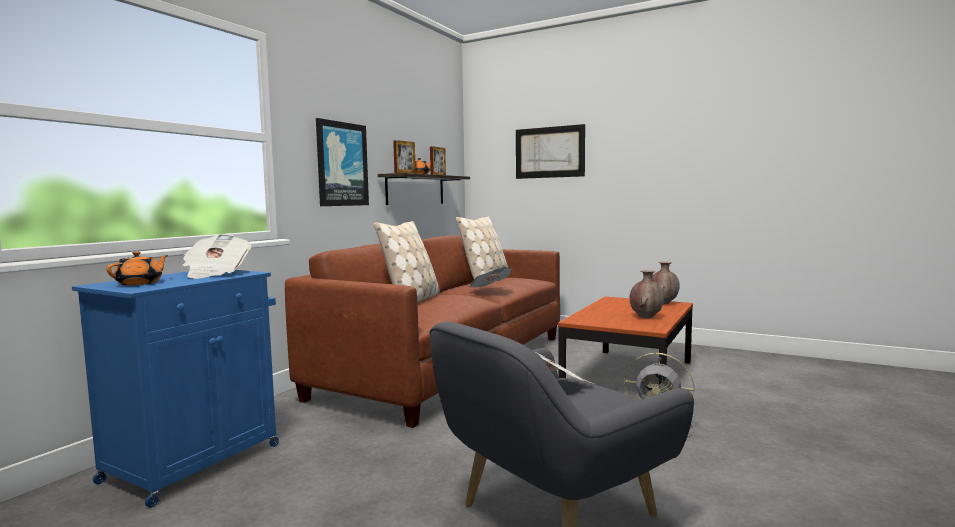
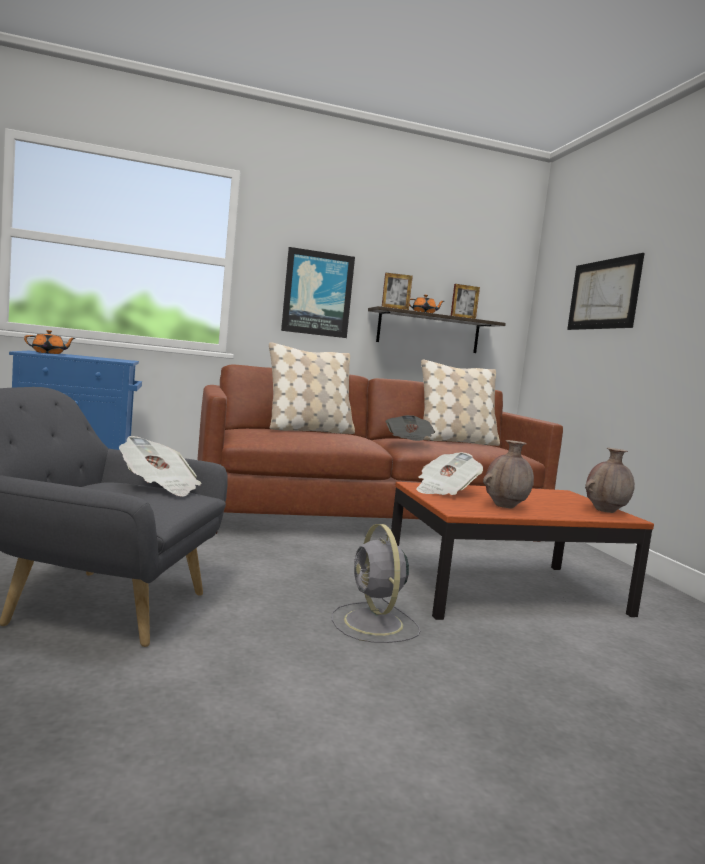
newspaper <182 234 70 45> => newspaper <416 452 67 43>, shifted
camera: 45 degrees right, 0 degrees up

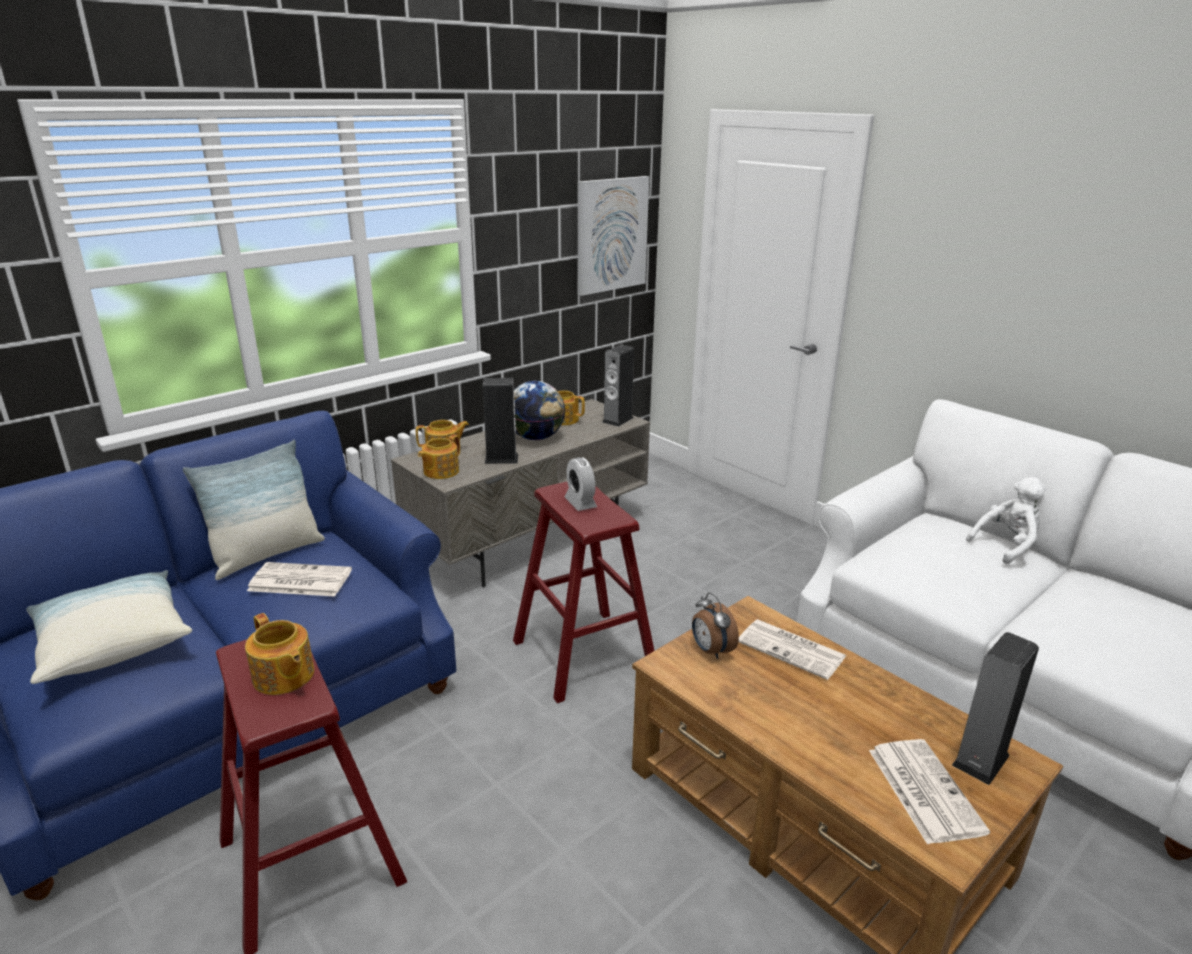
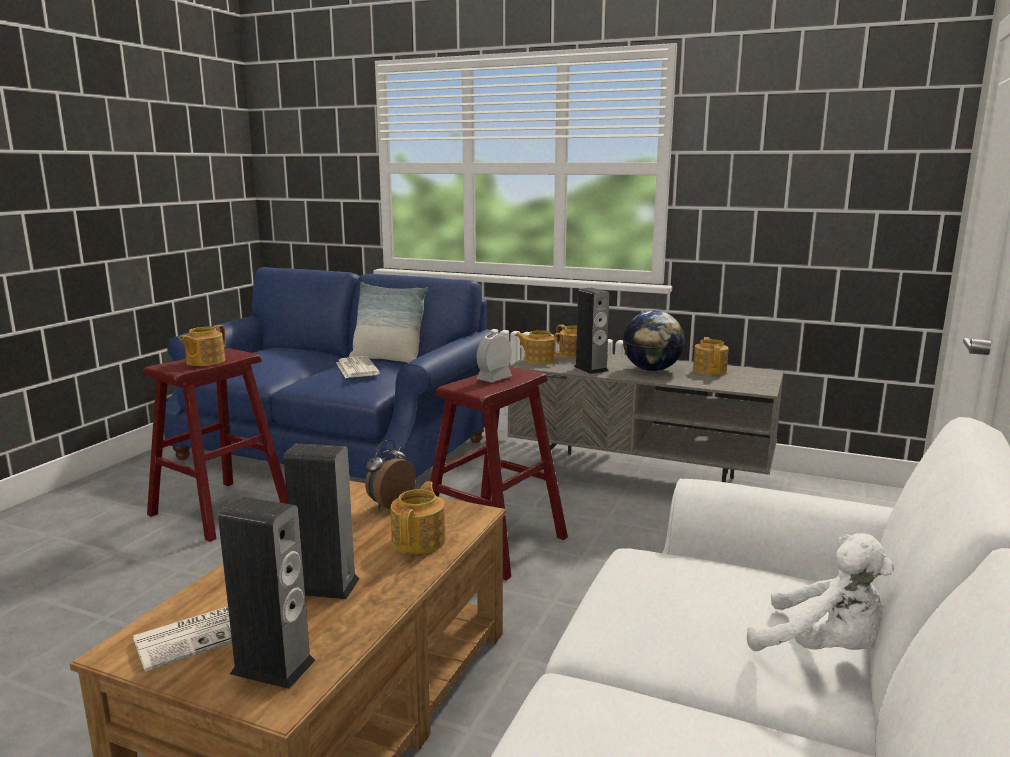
picture <578 176 71 120> => nothing
speaker <602 345 32 82> => speaker <284 443 76 156>, shifted
pillow <26 570 166 114> => nothing
newspaper <738 619 108 61> => teapot <391 482 54 72>
camera: 65 degrees right, 10 degrees down

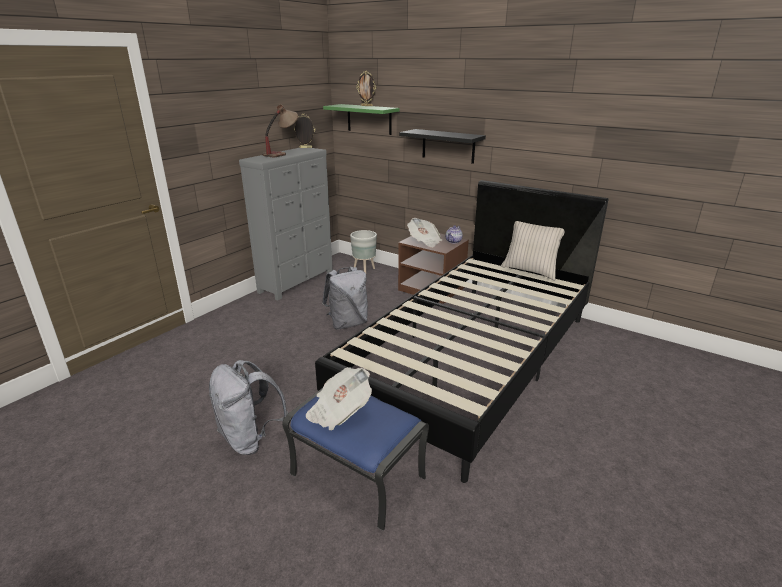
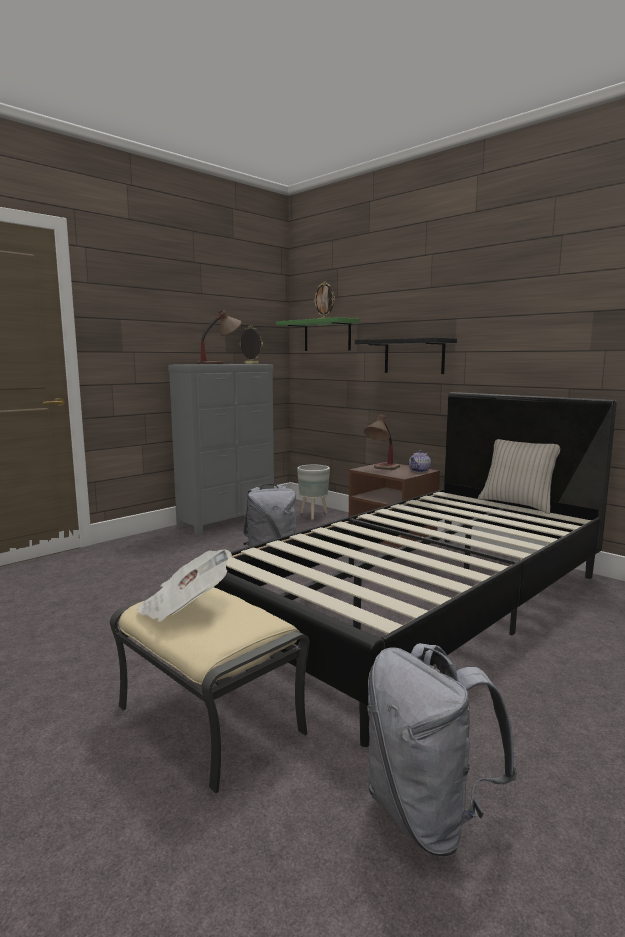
newspaper <407 218 35 30> => table lamp <364 414 36 56>
grey backpack <209 360 79 95> => grey backpack <367 643 150 213>, shifted
blue ottoman <282 388 147 143> => beige ottoman <110 587 200 207>
camera: 10 degrees right, 15 degrees down

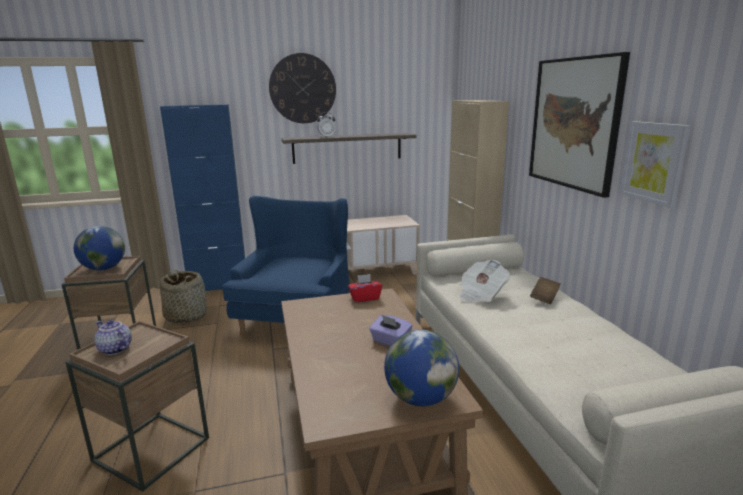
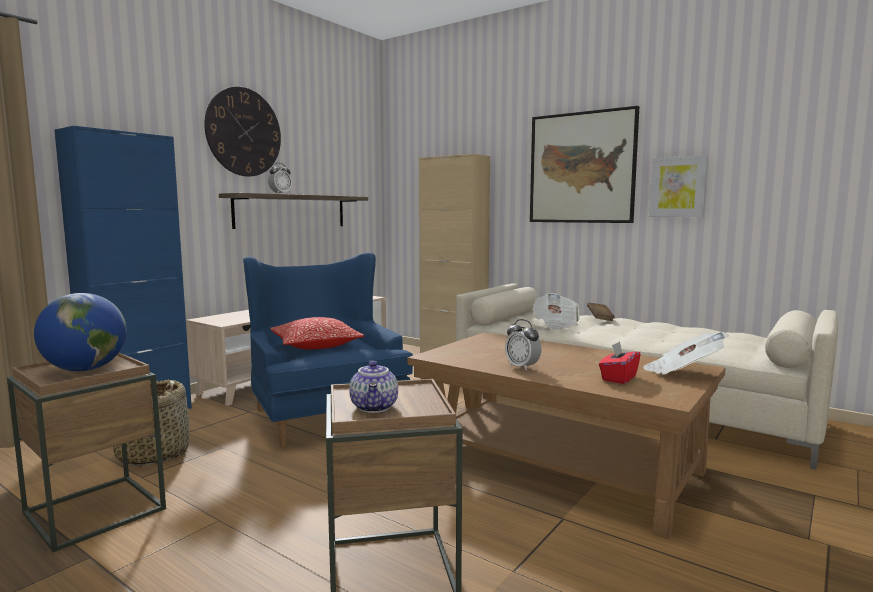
red tissue box <348 274 34 28> => red tissue box <599 341 42 43>, shifted
purple tissue box <369 315 43 31> => nothing
teapot <94 320 38 35> => teapot <349 361 49 52>, 90 degrees counterclockwise
globe <384 330 75 76> => newspaper <643 332 86 43>
nothing => pillow <270 317 94 32>
nothing => alarm clock <505 319 36 52>
camera: 40 degrees left, 10 degrees down

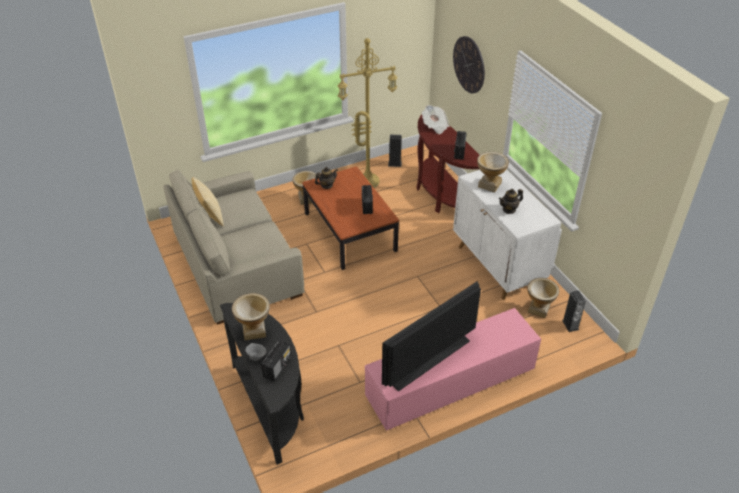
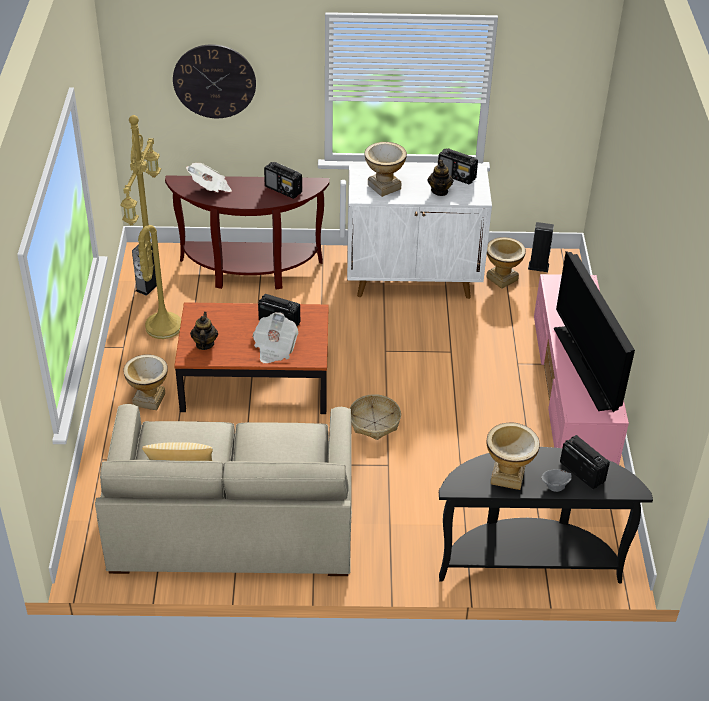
nothing => radio <438 148 40 37>
nothing => newspaper <253 312 45 51>
nothing => basket <350 394 51 46>
camera: 65 degrees left, 0 degrees up

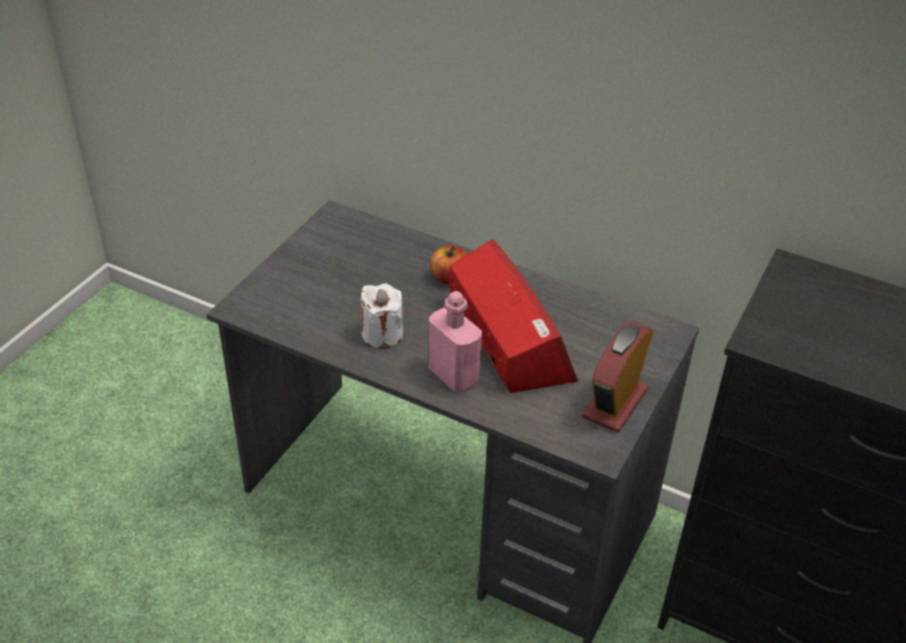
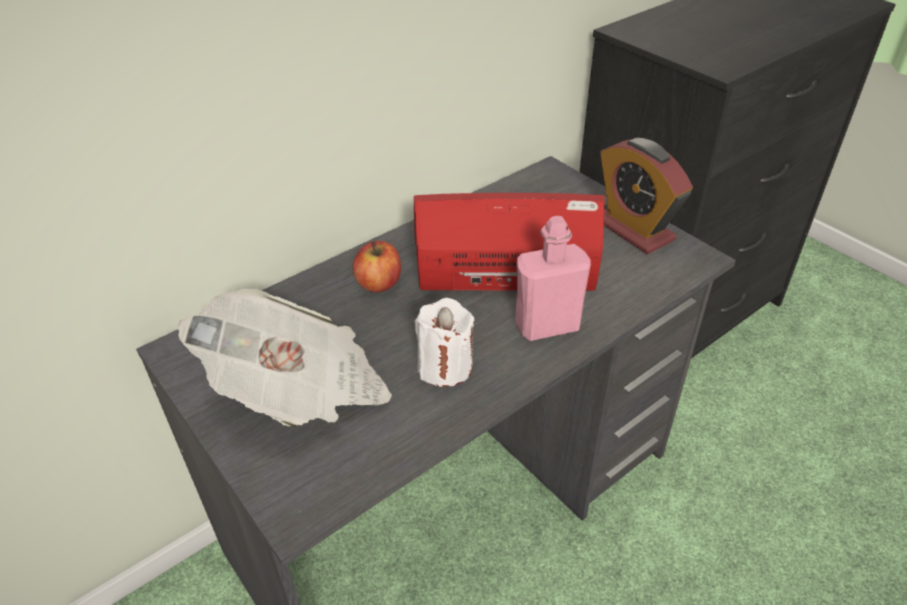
nothing => newspaper <178 289 214 138>
camera: 65 degrees left, 0 degrees up

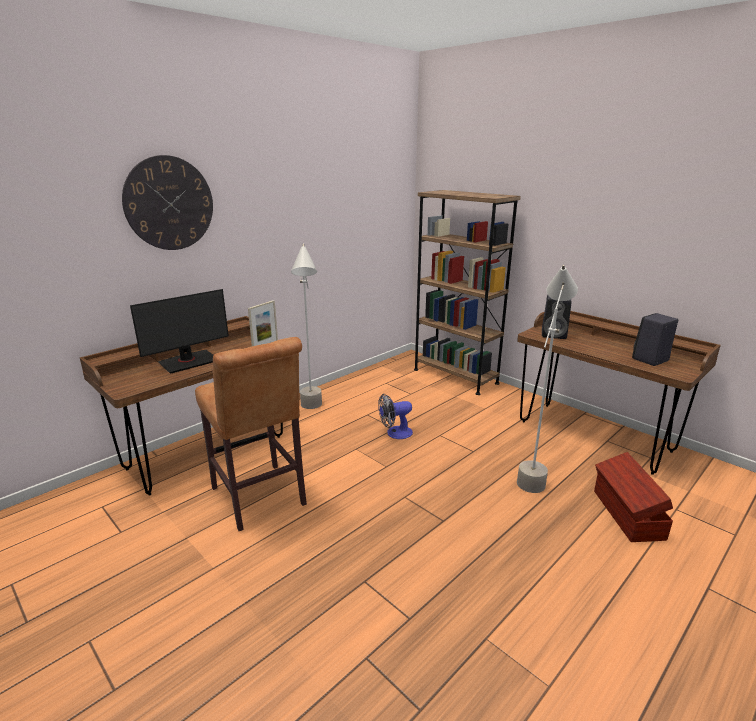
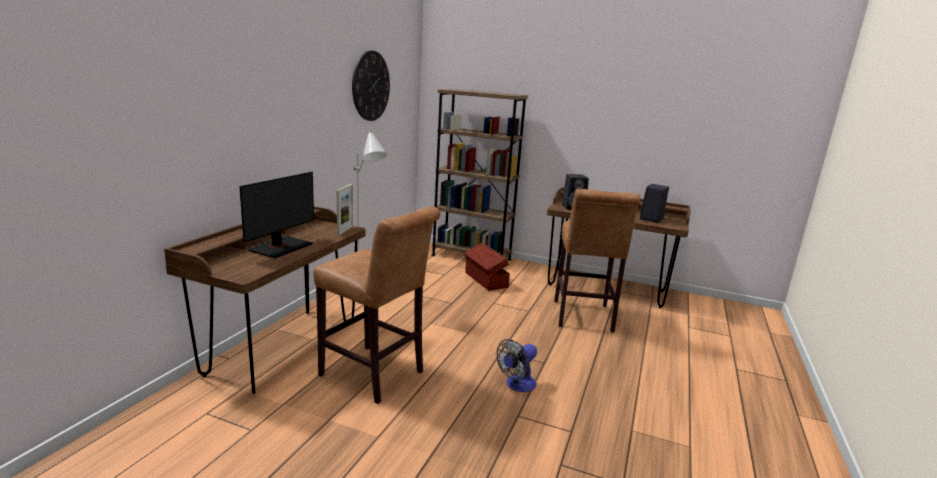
wall clock <122 155 91 95> => wall clock <352 50 38 71>, shifted
grey floor lamp <517 265 61 228> => brown stool <554 189 87 143>
fan <378 394 35 45> => fan <497 339 40 53>, shifted
brown storage box <594 452 79 90> => brown storage box <464 243 46 48>, shifted
camera: 25 degrees left, 5 degrees down

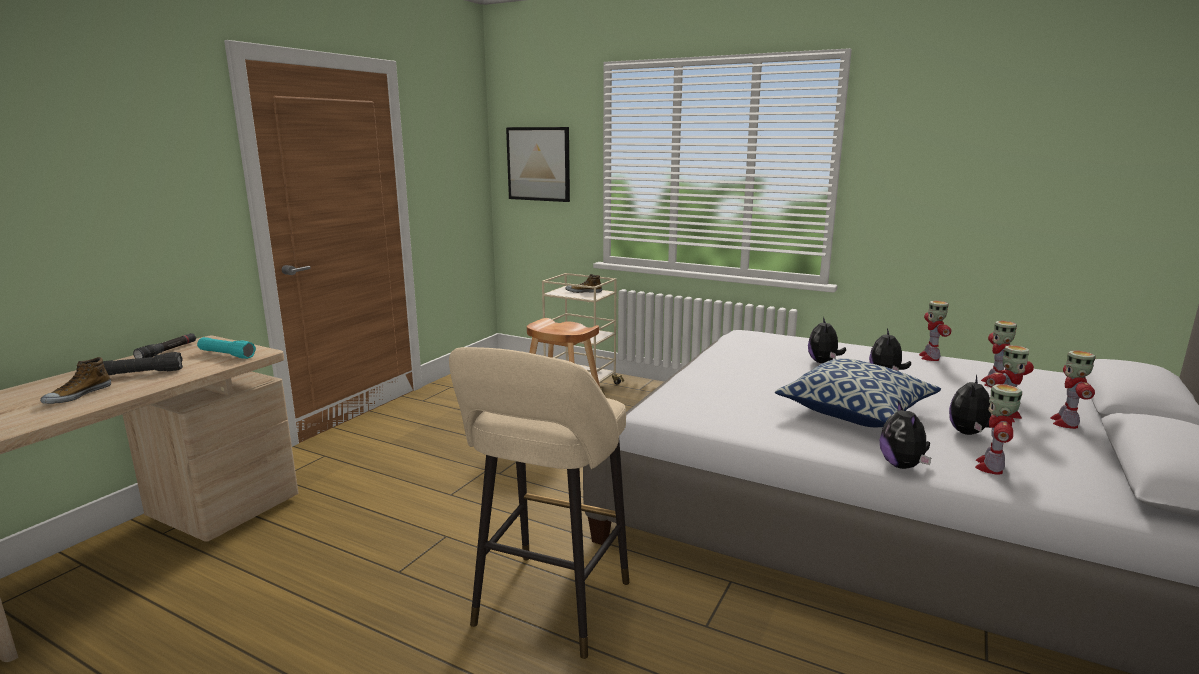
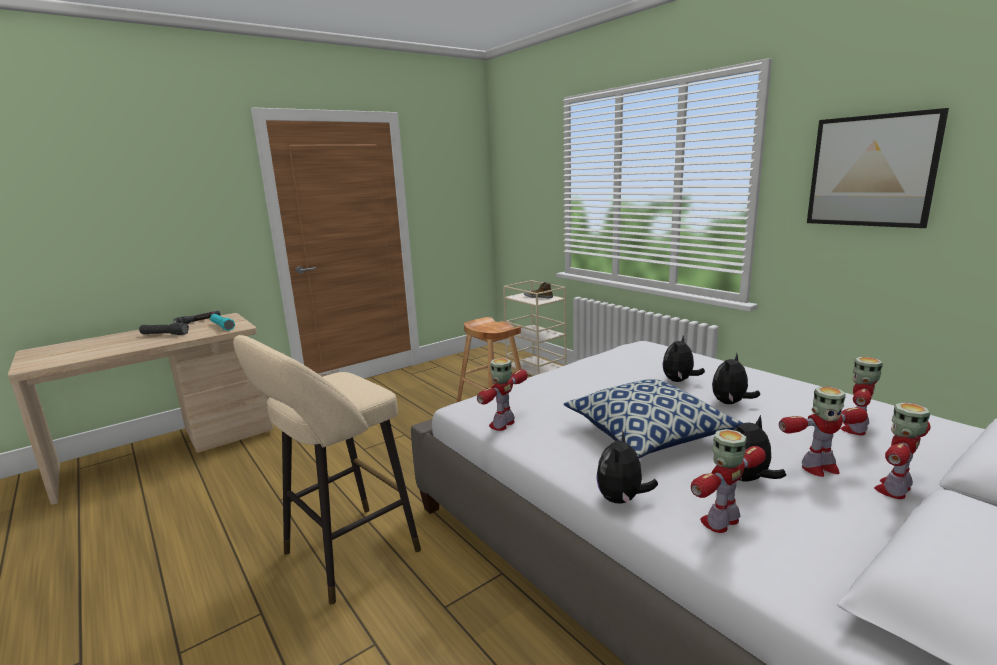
picture <506 127 64 75> => picture <807 108 142 120>, shifted
toy robot <919 301 32 60> => toy robot <477 358 51 73>, shifted
shoe <40 357 71 47> => nothing
camera: 25 degrees right, 0 degrees up

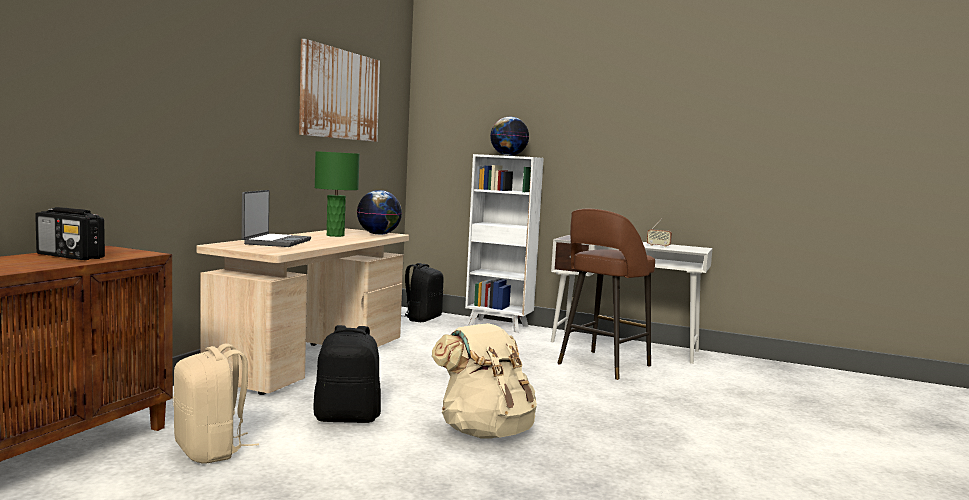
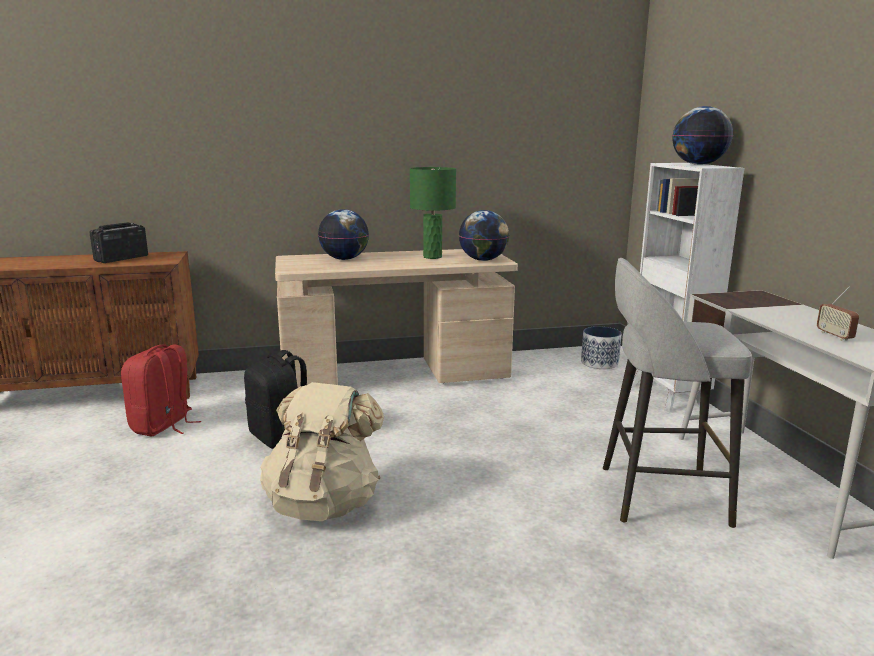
picture <299 39 81 103> => nothing
laptop <242 190 69 57> => globe <318 209 51 51>
radio <35 207 70 53> => radio <89 222 59 41>, 45 degrees clockwise
brown stool <558 208 97 172> => grey stool <603 258 149 270>
black backpack <405 263 39 59> => planter <581 326 40 43>
beige backpack <173 343 86 120> => red backpack <121 344 80 92>
camera: 55 degrees right, 10 degrees up

